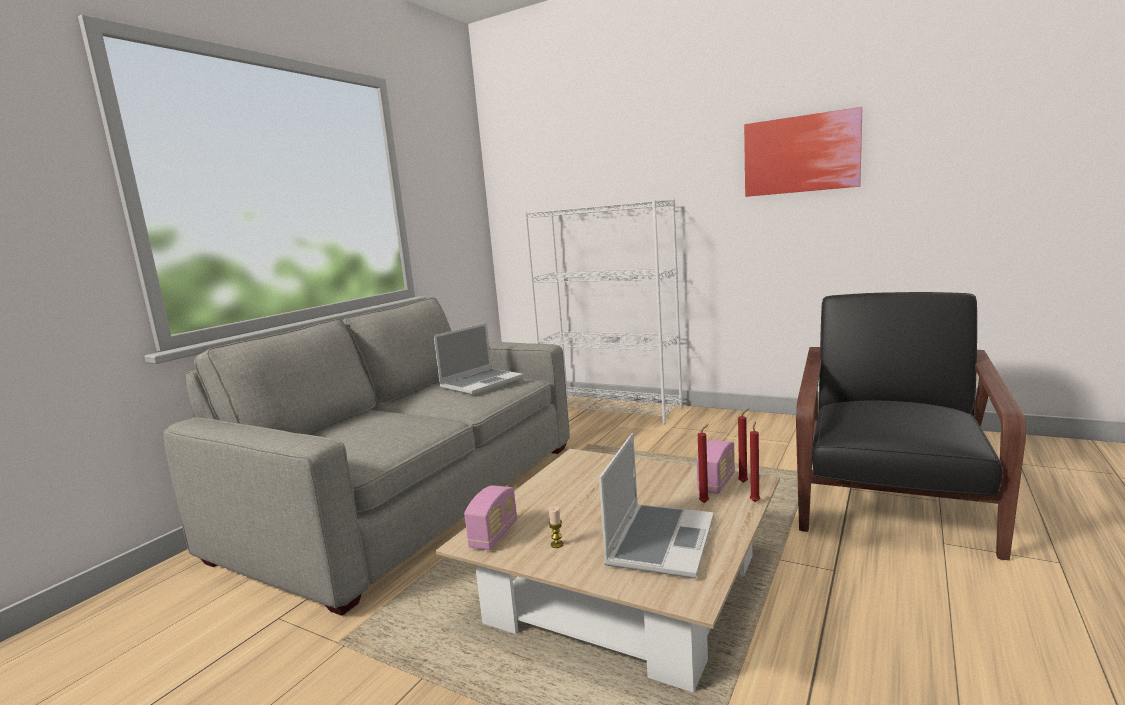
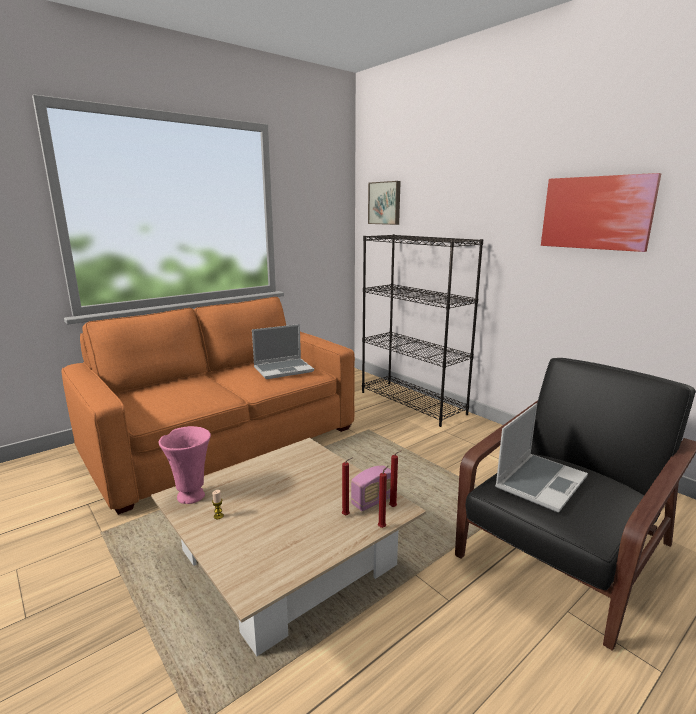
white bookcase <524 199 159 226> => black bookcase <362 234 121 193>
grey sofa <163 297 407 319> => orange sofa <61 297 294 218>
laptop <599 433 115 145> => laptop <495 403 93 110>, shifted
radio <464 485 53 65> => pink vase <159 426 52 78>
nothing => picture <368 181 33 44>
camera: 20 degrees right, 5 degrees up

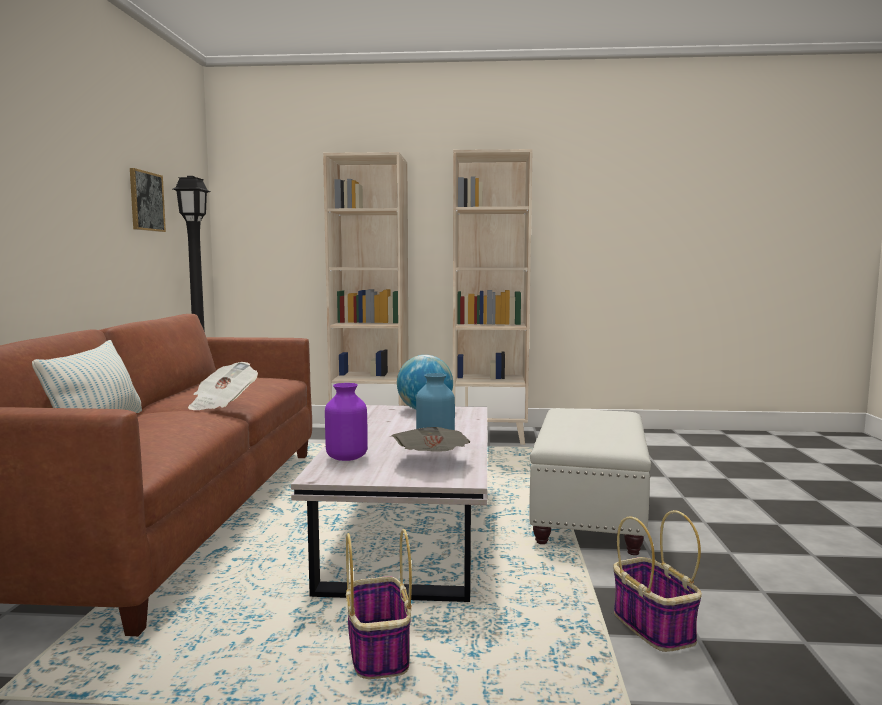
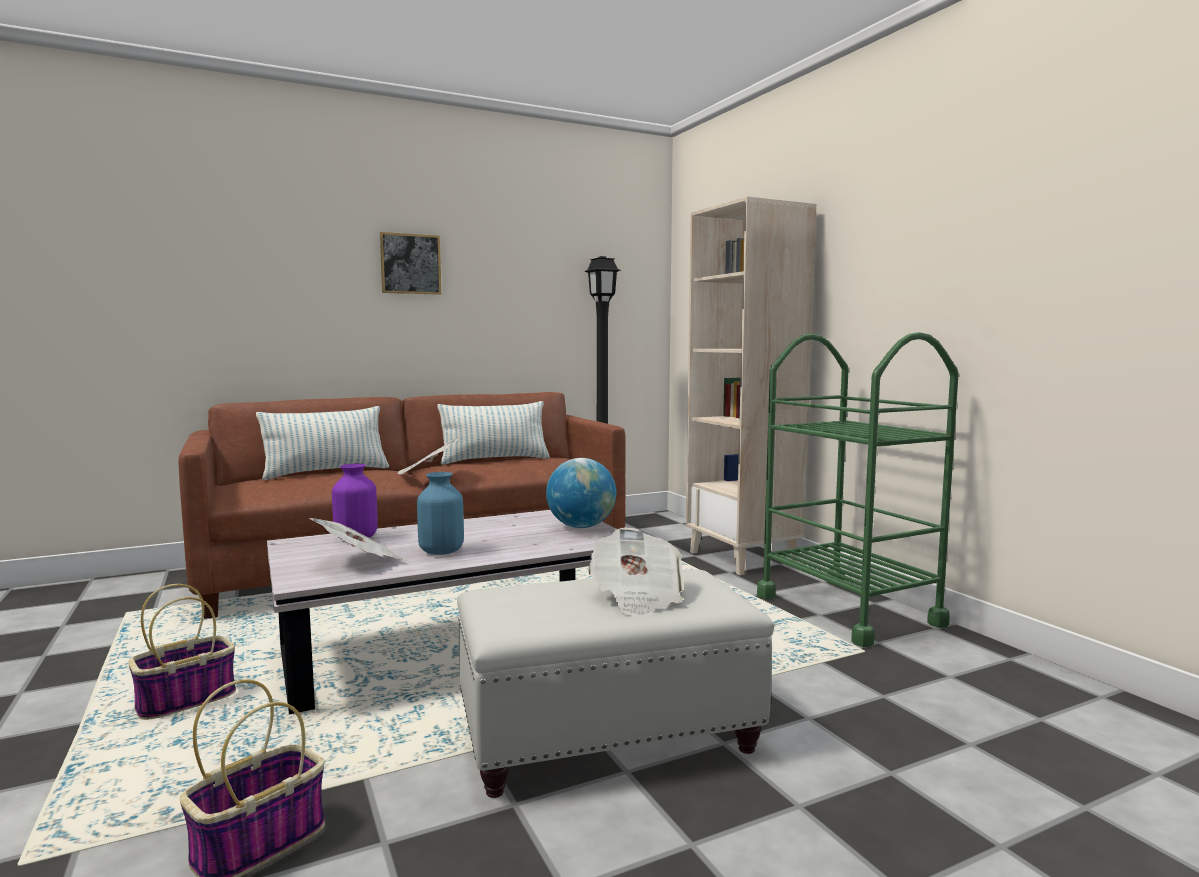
beige bookcase <453 149 80 296> => green cart <757 332 202 315>
picture <130 168 36 64> => picture <380 232 61 63>, shifted
nothing => pillow <437 401 113 64>
nothing => newspaper <588 528 96 88>
camera: 60 degrees right, 0 degrees up

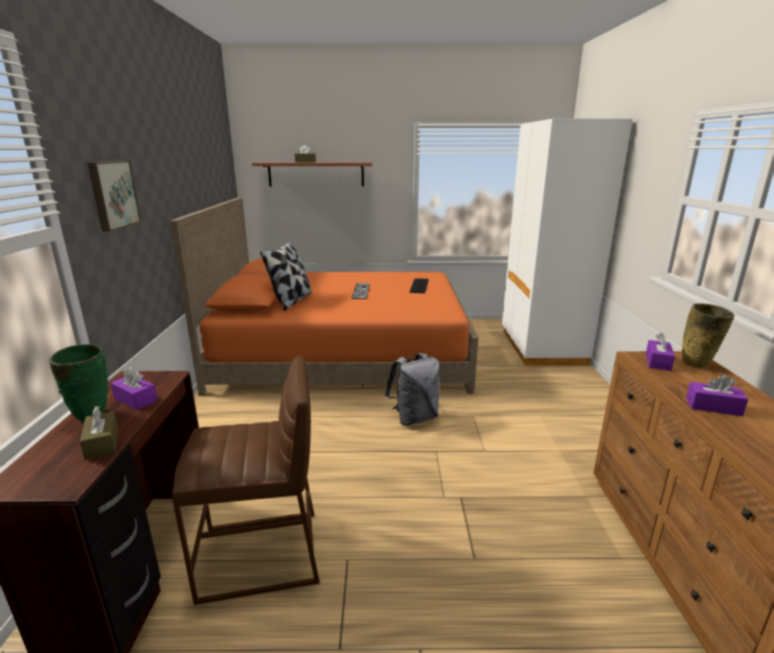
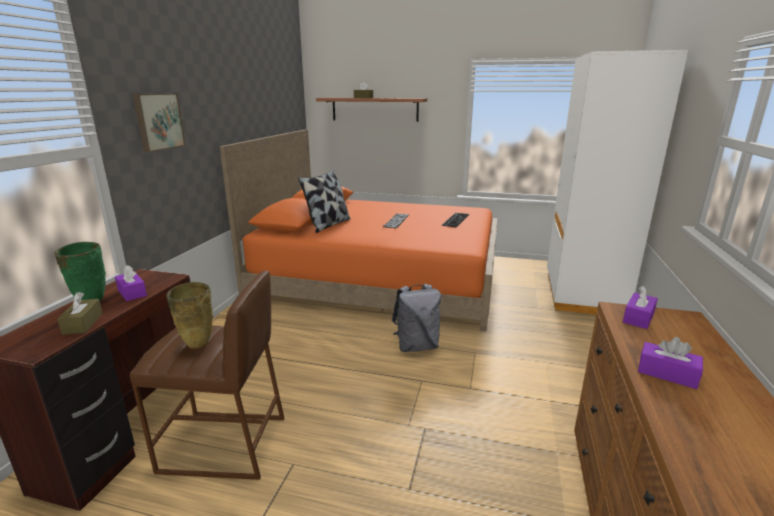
beige vase <682 303 53 65> => beige vase <166 282 47 67>, shifted
camera: 15 degrees right, 0 degrees up

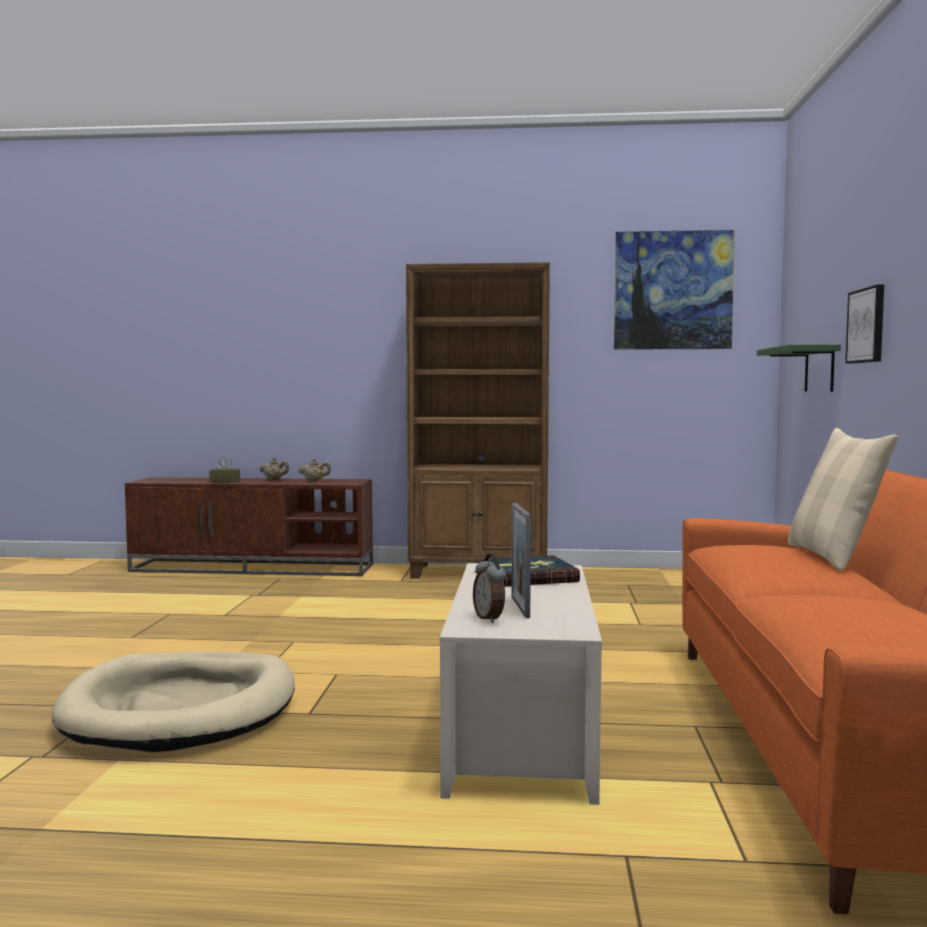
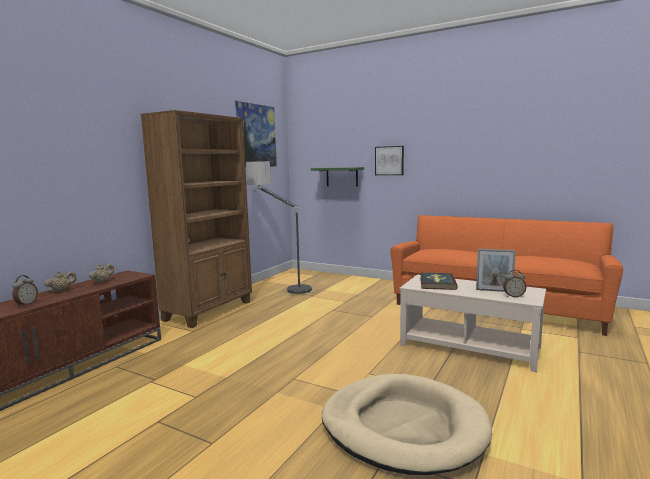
beige pillow <788 428 110 143> => nothing
brown tissue box <209 457 31 26> => alarm clock <12 275 26 32>
nothing => floor lamp <246 161 67 135>
camera: 65 degrees left, 5 degrees up

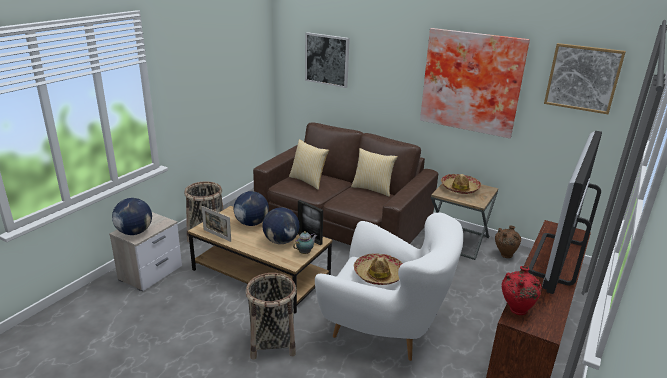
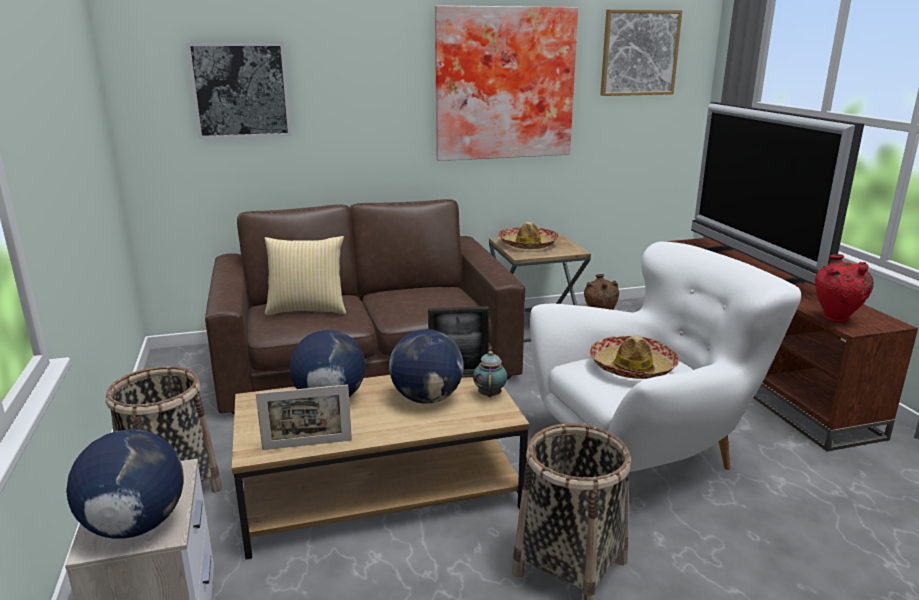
pillow <351 148 47 49> => nothing
camera: 45 degrees left, 5 degrees down

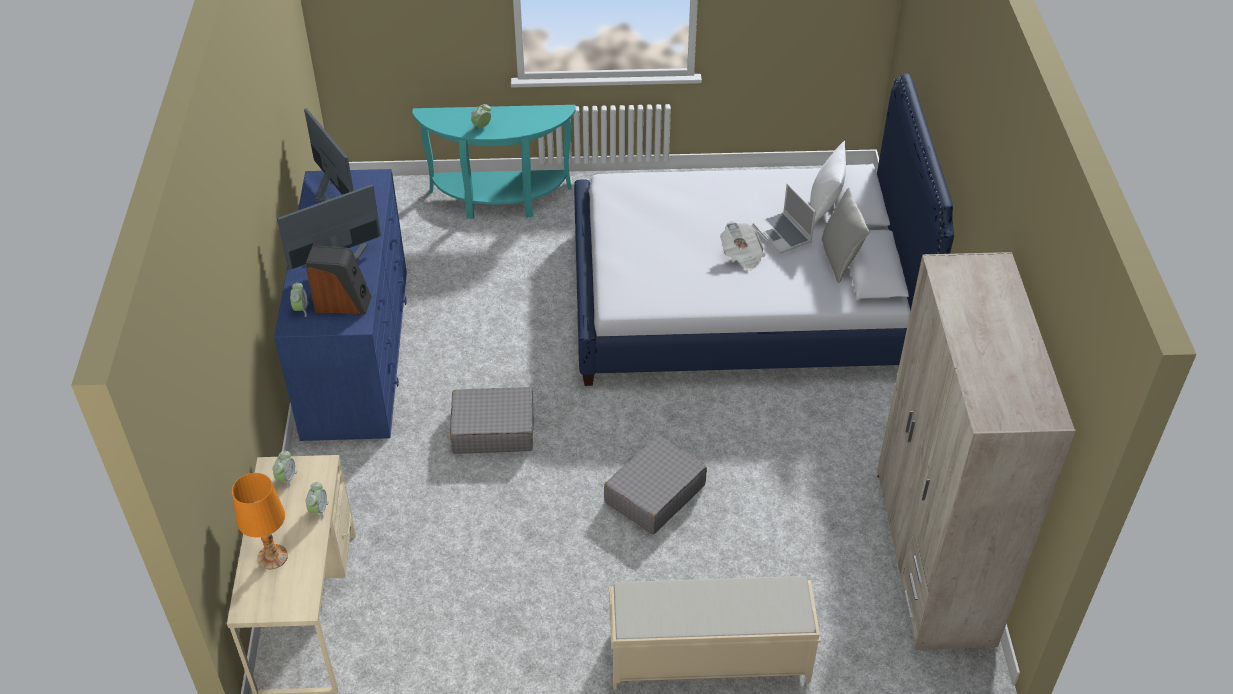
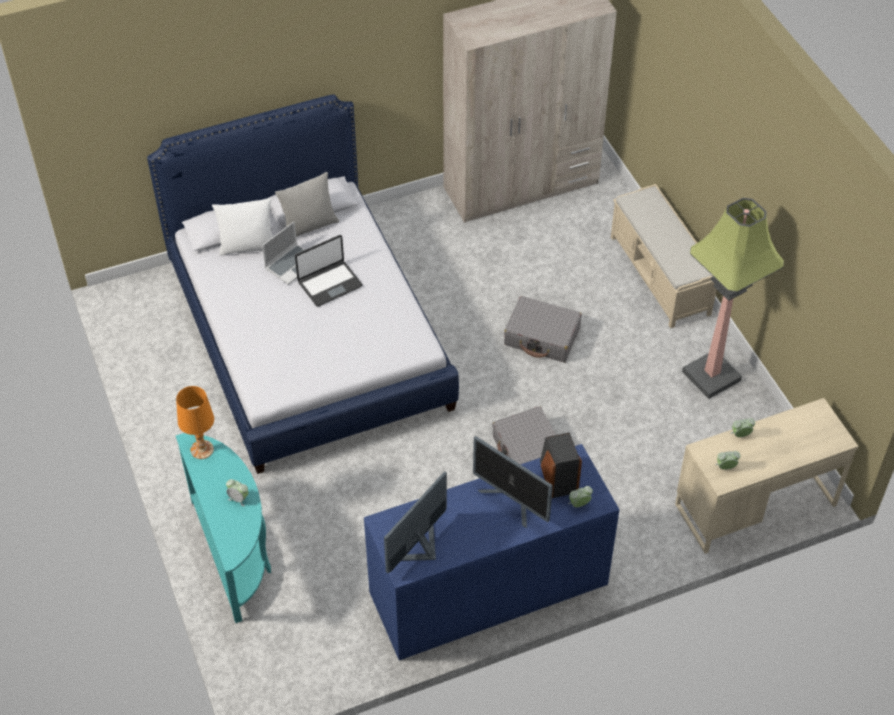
newspaper <720 221 45 50> => laptop <295 235 67 72>
orange table lamp <232 473 56 96> => orange table lamp <176 386 38 73>, shifted
nothing => floor lamp <682 198 102 201>
camera: 110 degrees left, 5 degrees up

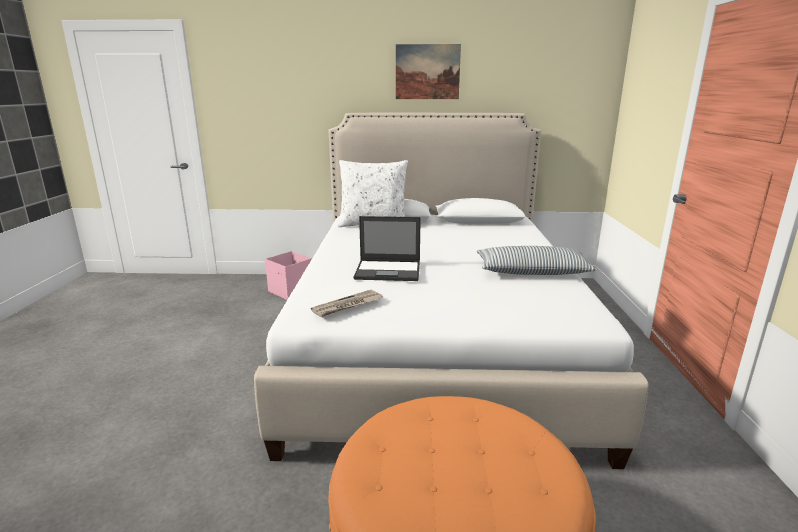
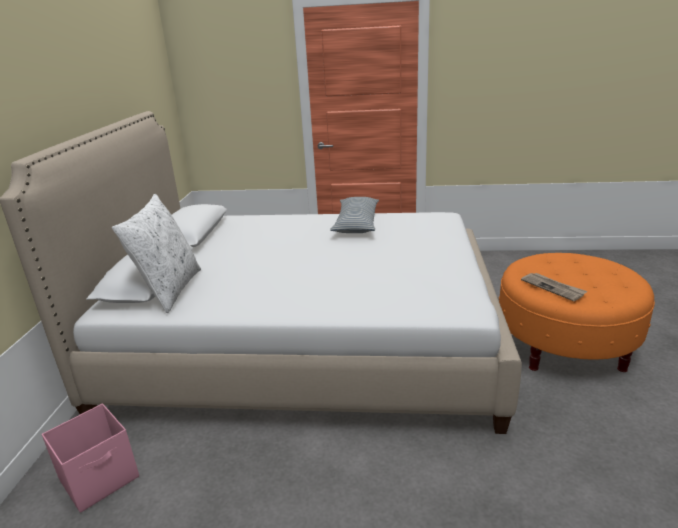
picture <396 44 65 55> => nothing
laptop <354 216 67 65> => nothing
newspaper <311 290 71 27> => newspaper <521 273 66 28>, shifted
camera: 85 degrees left, 5 degrees up

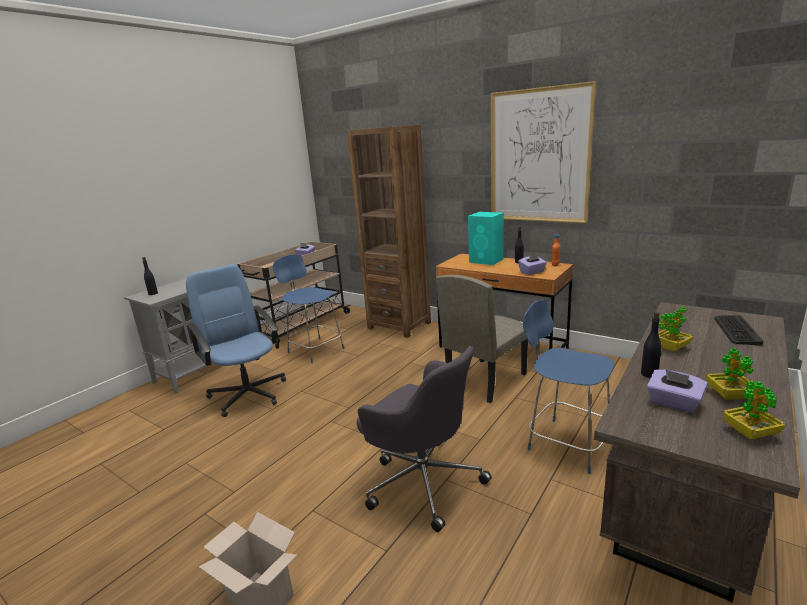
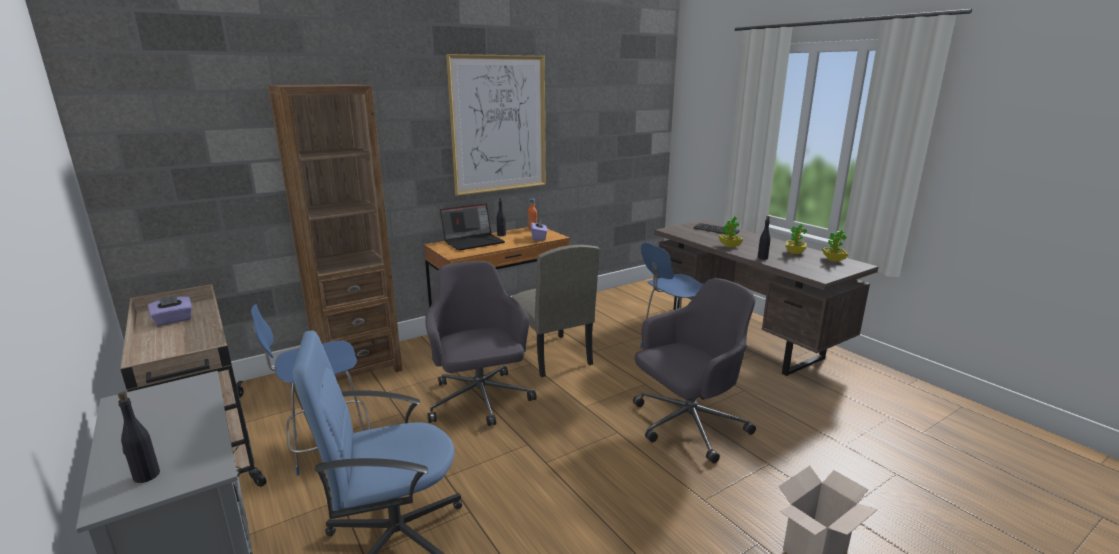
turquoise speaker <468 212 36 53> => laptop <440 203 65 48>
purple tissue box <647 369 61 44> => nothing
nothing => grey office chair <426 261 110 165>
camera: 70 degrees left, 0 degrees up

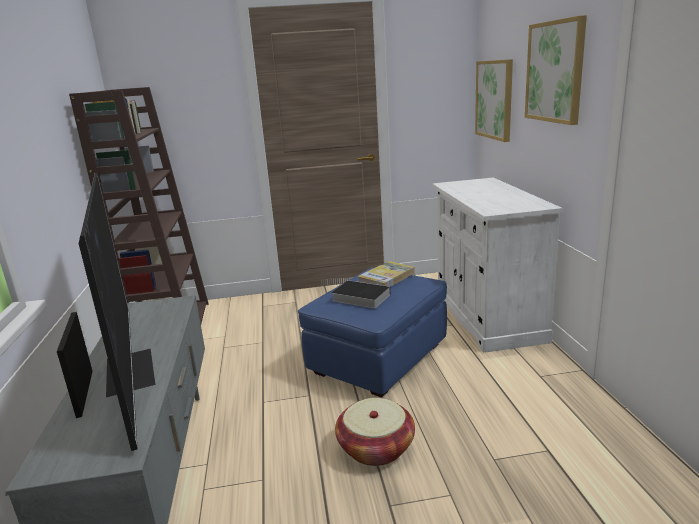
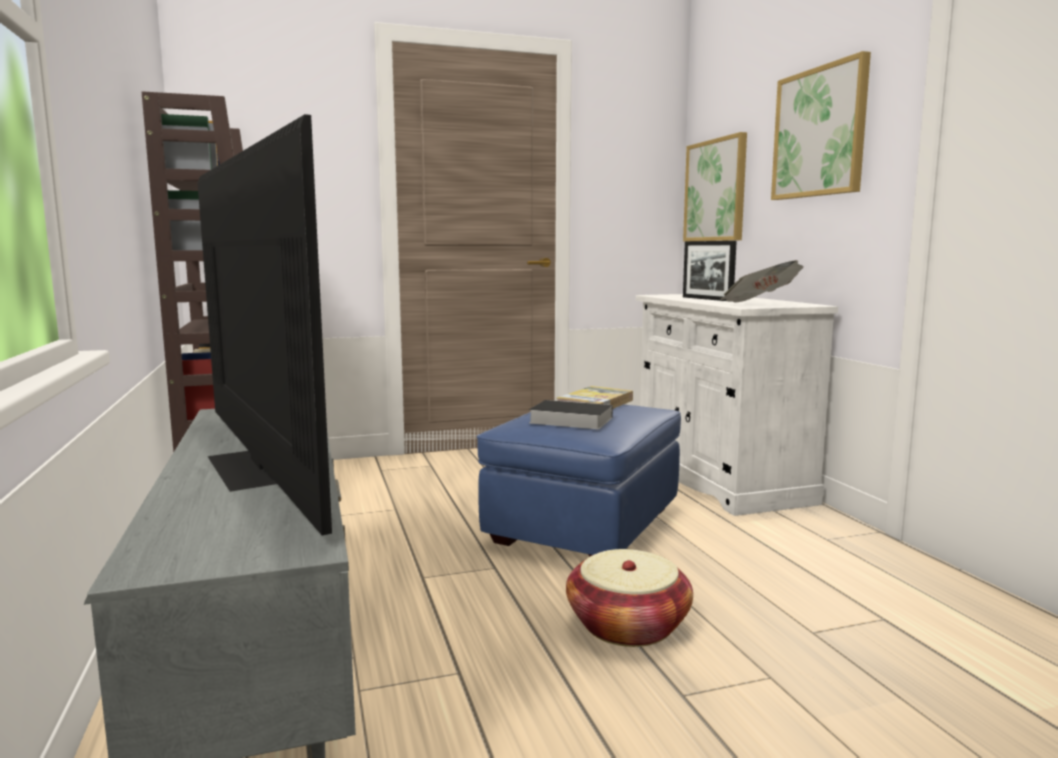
picture frame <57 312 35 106> => picture frame <683 241 54 61>, shifted
nothing => newspaper <720 260 83 43>
camera: 10 degrees left, 10 degrees down

